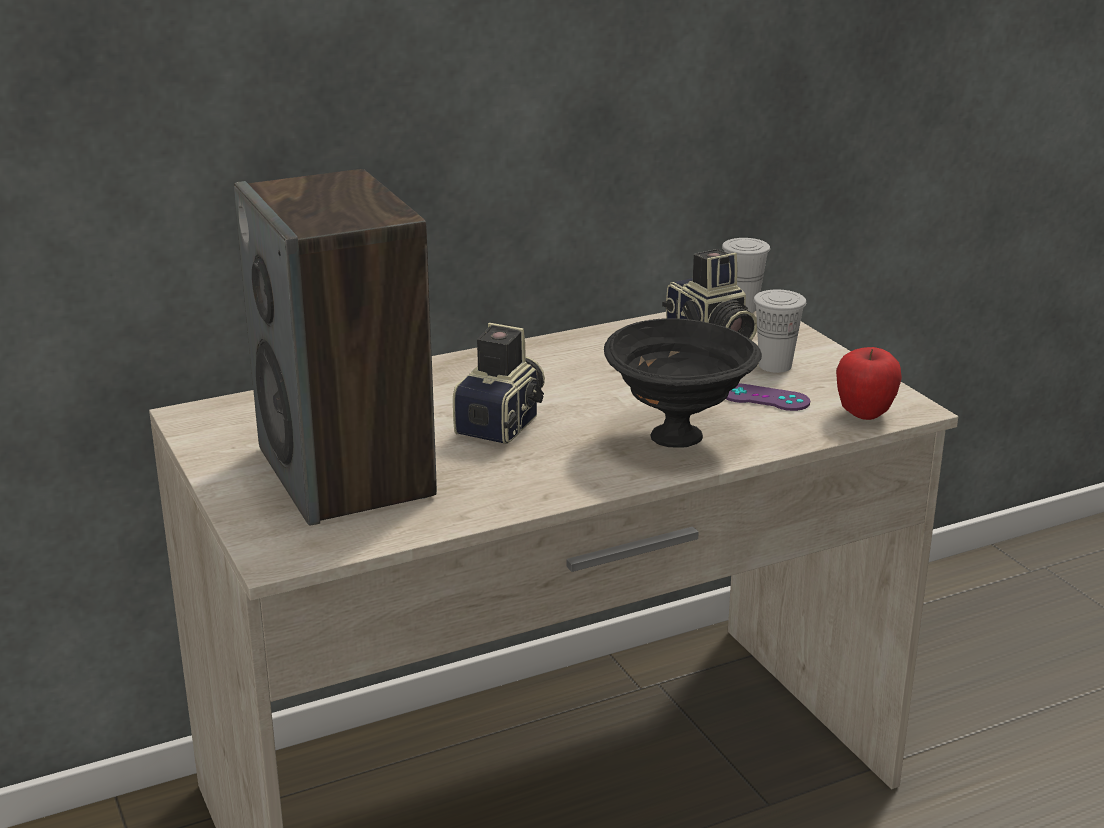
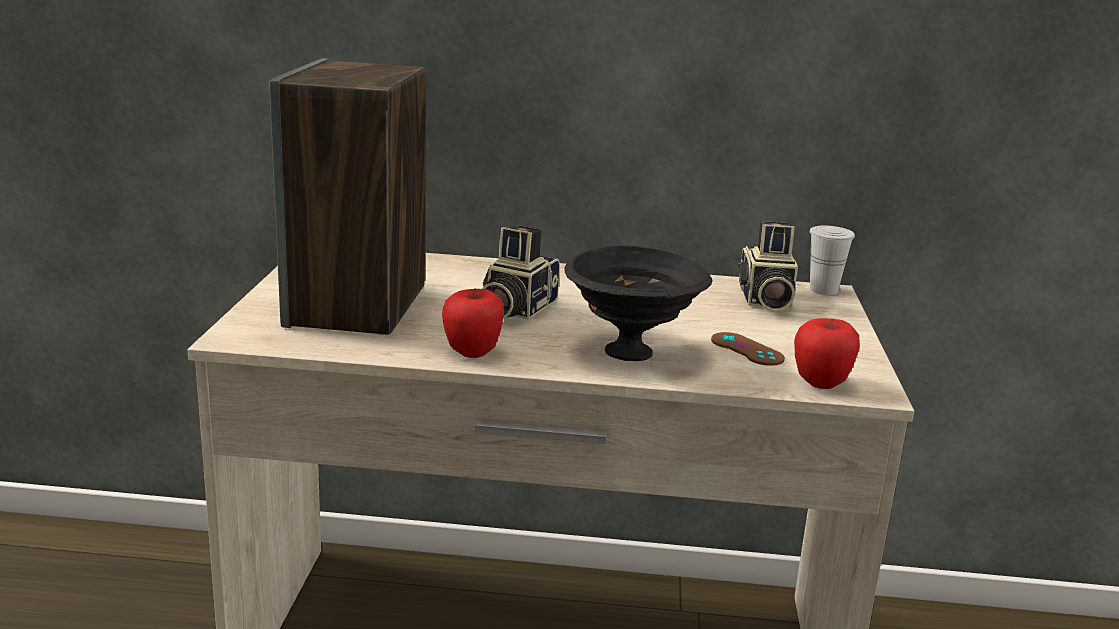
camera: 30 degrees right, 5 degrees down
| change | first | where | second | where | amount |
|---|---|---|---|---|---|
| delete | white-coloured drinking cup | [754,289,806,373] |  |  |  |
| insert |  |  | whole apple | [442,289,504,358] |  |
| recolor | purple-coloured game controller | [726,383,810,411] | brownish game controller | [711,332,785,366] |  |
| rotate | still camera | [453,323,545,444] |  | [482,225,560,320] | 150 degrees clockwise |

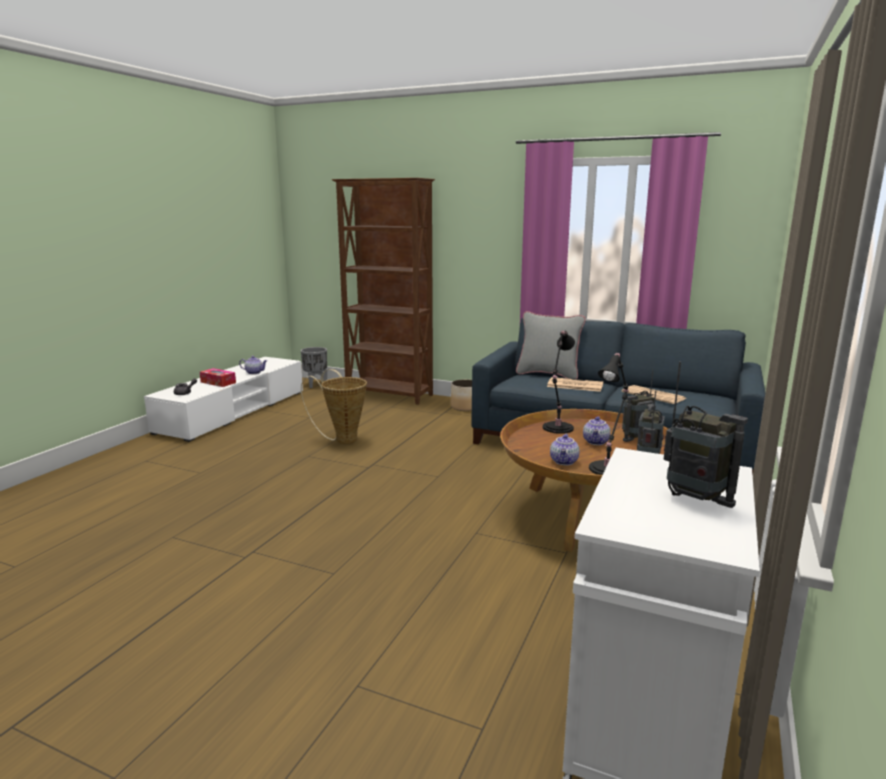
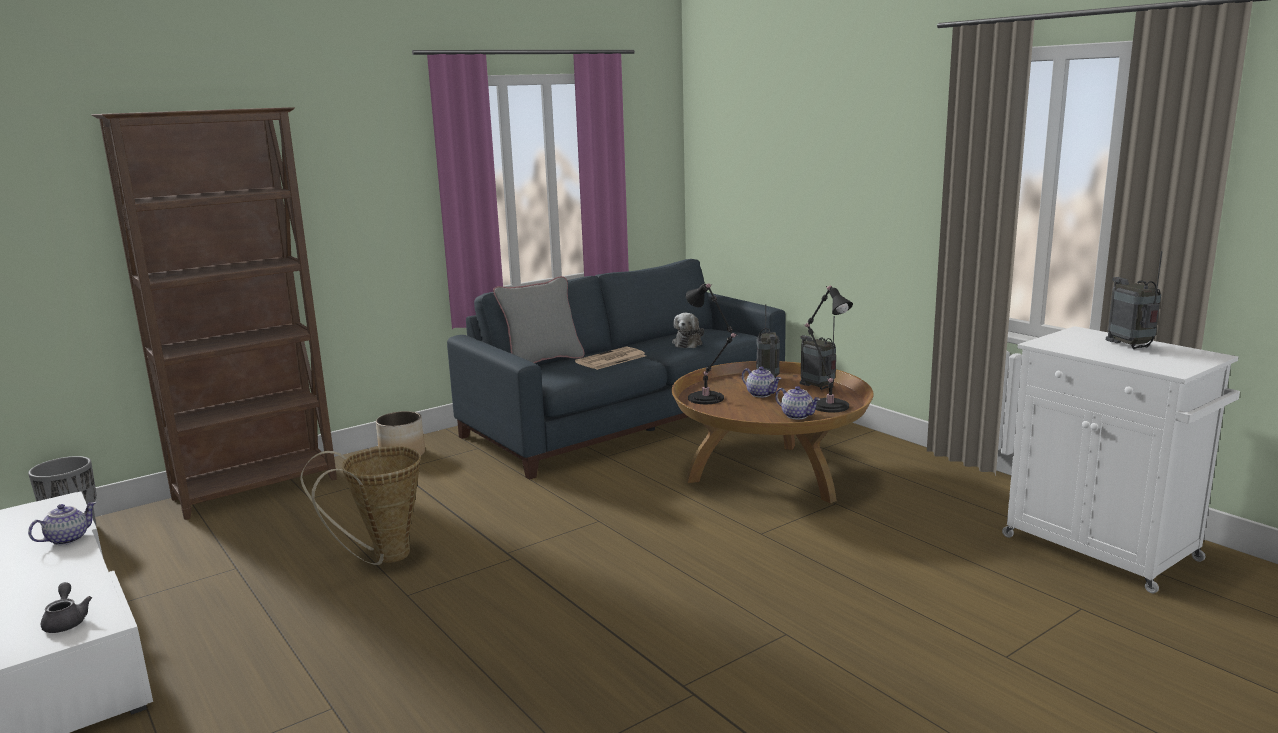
camera: 60 degrees left, 0 degrees up
| change | first | where | second | where | amount |
|---|---|---|---|---|---|
| delete | box of tissues | [200,368,236,387] |  |  |  |
| replace | daily paper | [622,385,686,404] | soft toy | [672,313,704,348] |  |
| rotate | radio receiver | [664,361,748,508] |  | [1106,251,1162,349] | 90 degrees counterclockwise |

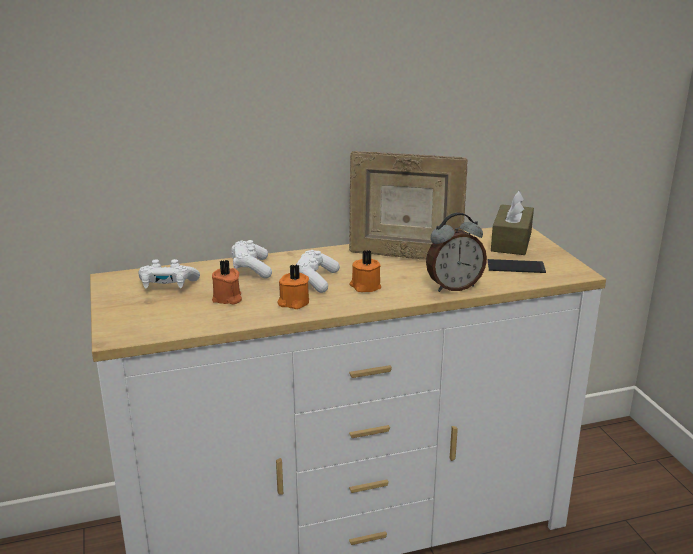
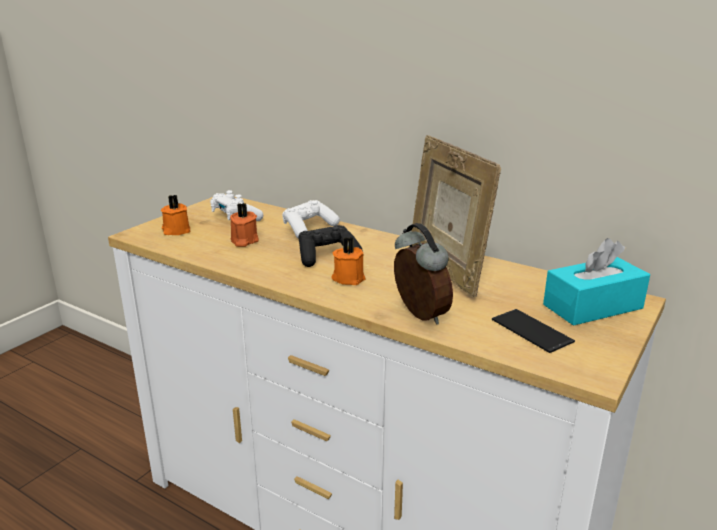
camera: 50 degrees right, 0 degrees up
| change | first | where | second | where | amount |
|---|---|---|---|---|---|
| move | orangey candle | [278,264,309,309] |  | [161,195,190,235] |  |
| recolor | white-coloured game controller | [296,250,340,293] | black-coloured game controller | [298,225,362,267] |  |
| recolor | brownish box of tissues | [491,191,534,255] | turquoise box of tissues | [543,238,650,326] |  |
| rotate | bedside clock | [426,213,487,292] |  | [394,223,453,325] | 150 degrees counterclockwise |

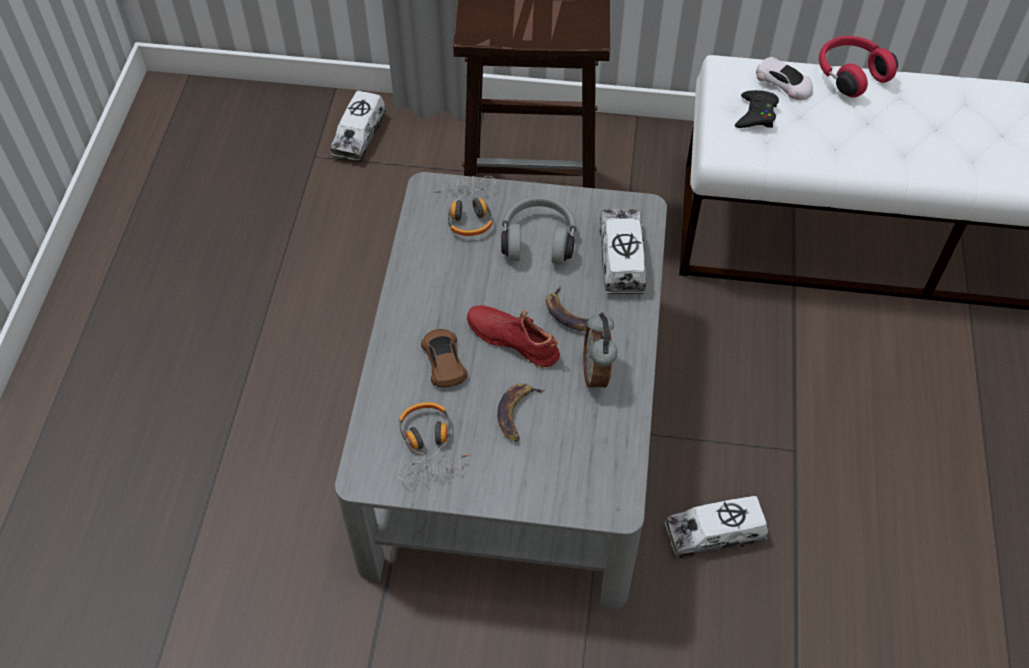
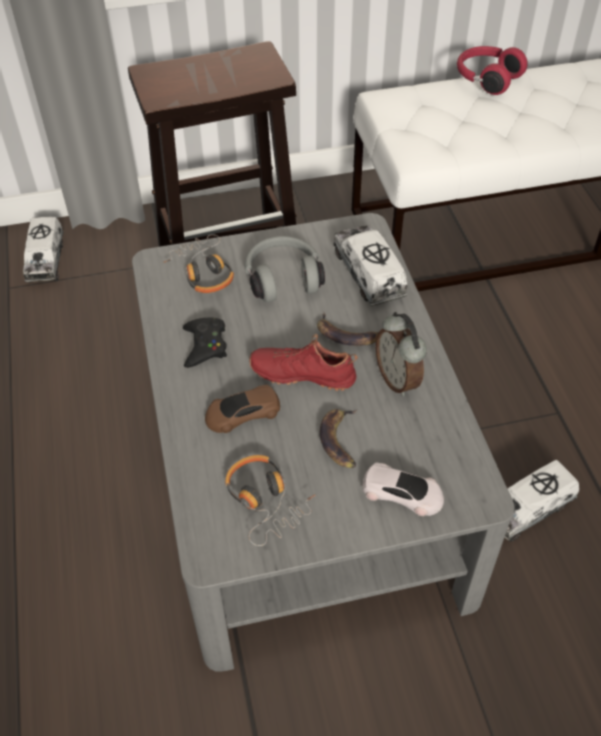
camera: 20 degrees left, 5 degrees down
| change | first | where | second | where | amount |
|---|---|---|---|---|---|
| move | black-coloured game controller | [735,90,779,128] |  | [183,318,227,368] |  |
| move | white-coloured model car | [756,57,813,100] |  | [363,463,444,516] |  |
| rotate | brownish model car | [421,329,468,388] |  | [205,385,280,433] | 75 degrees counterclockwise |

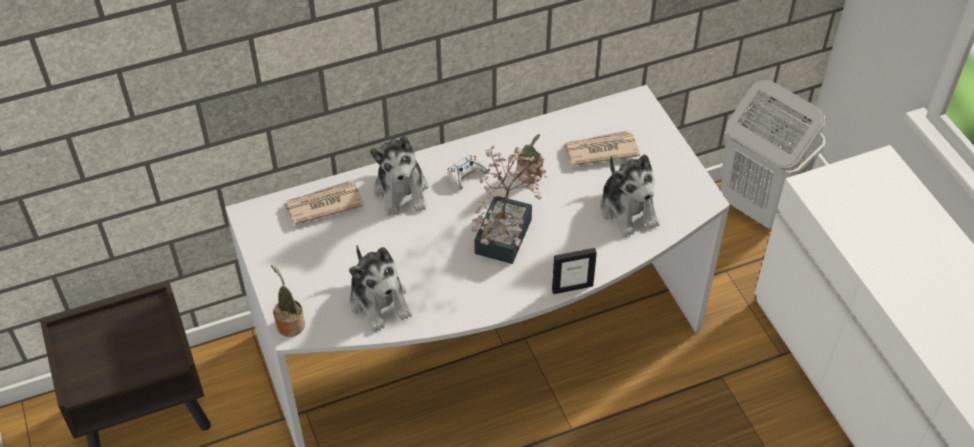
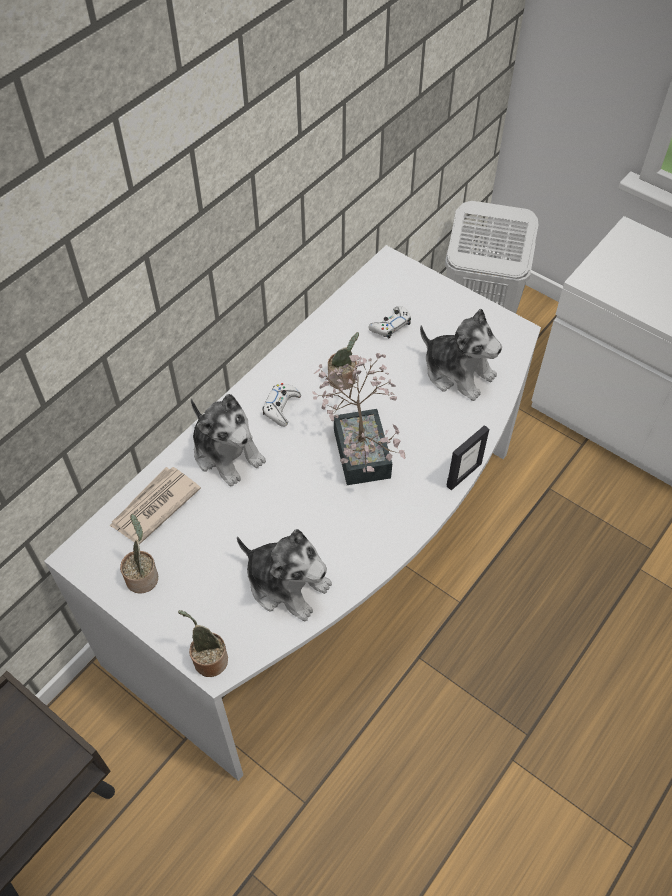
camera: 30 degrees left, 5 degrees up
| change | first | where | second | where | amount |
|---|---|---|---|---|---|
| insert |  |  | plant in a pot | [120,514,158,594] |  |
| replace | daily paper | [563,131,640,166] | white-coloured game controller | [368,306,411,338] |  |

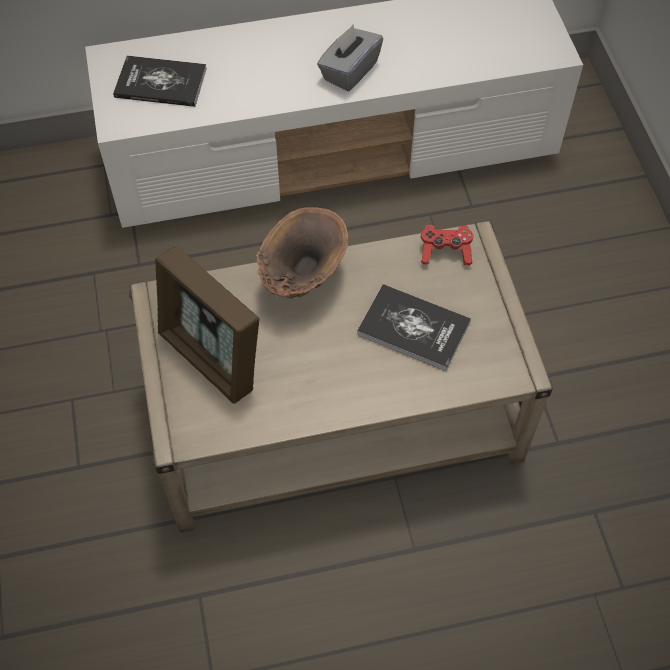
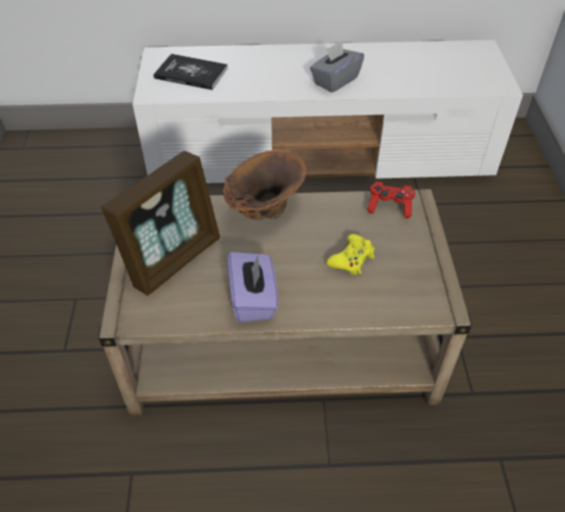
camera: 10 degrees right, 10 degrees down
| change | first | where | second | where | amount |
|---|---|---|---|---|---|
| insert |  |  | purple-coloured box of tissues | [227,252,278,322] |  |
| replace | bound book | [357,284,471,371] | yellowish game controller | [326,234,375,275] |  |
| rotate | standing frame | [155,246,260,404] |  | [102,151,220,296] | 105 degrees counterclockwise |

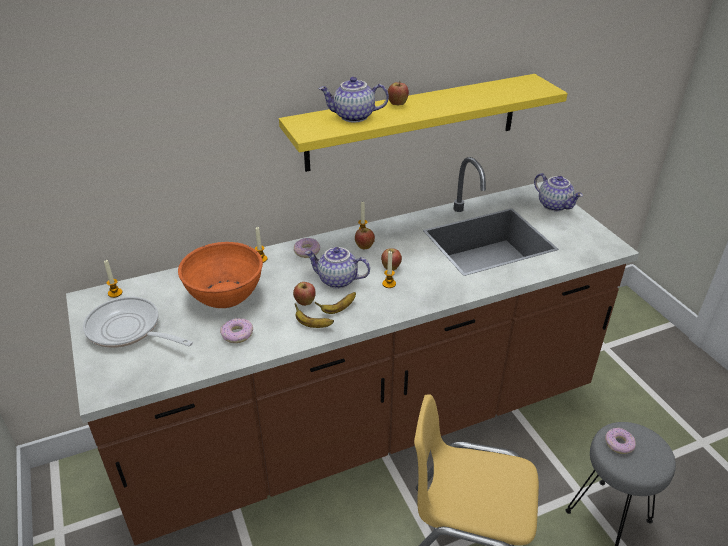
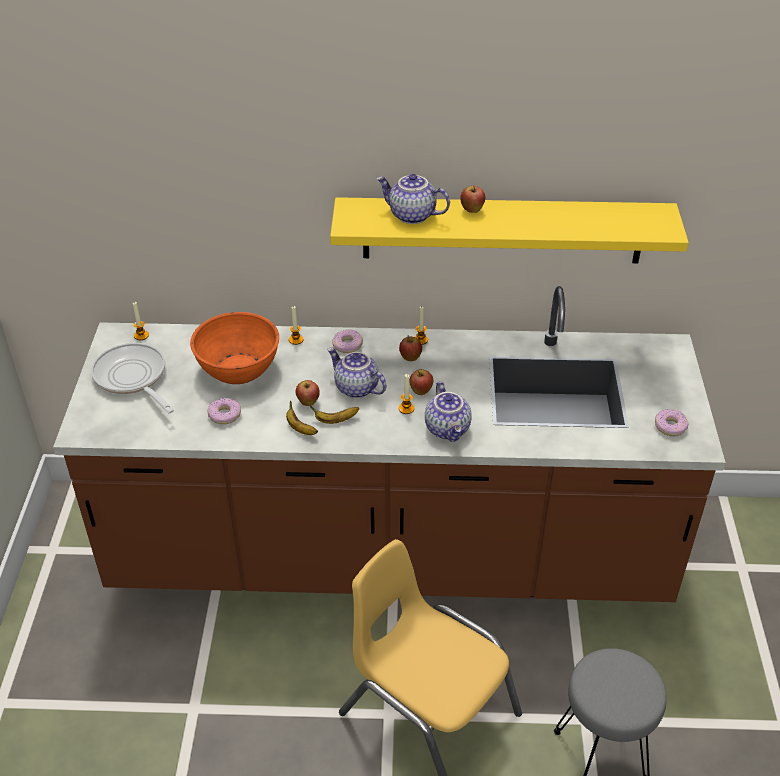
camera: 25 degrees right, 5 degrees up
| change | first | where | second | where | amount |
|---|---|---|---|---|---|
| move | pot for tea | [534,173,583,212] |  | [425,381,472,442] |  |
| move | ring doughnut | [605,428,636,454] |  | [655,409,688,436] |  |

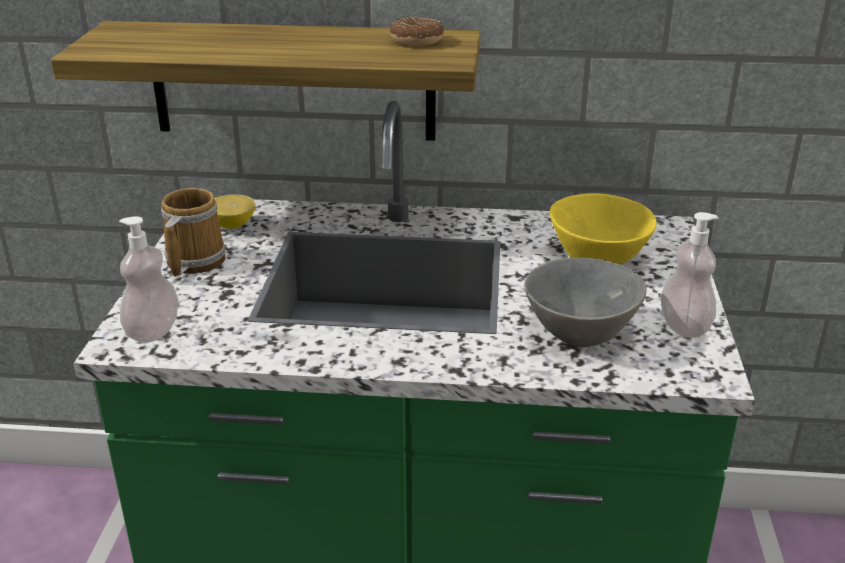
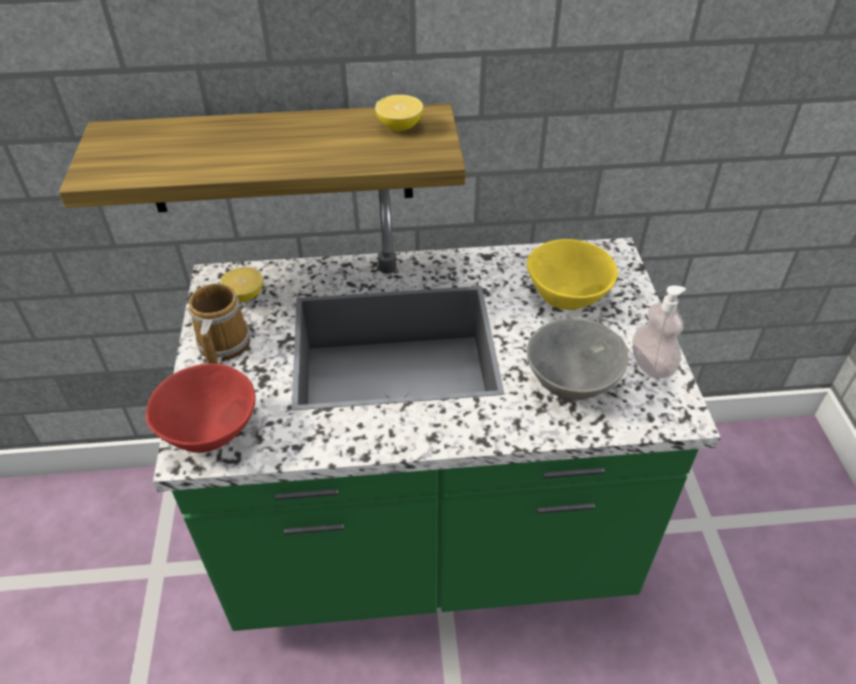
camera: 10 degrees left, 15 degrees up
| change | first | where | second | where | amount |
|---|---|---|---|---|---|
| replace | soap bottle | [119,216,178,343] | red deep dish | [146,363,256,453] |  |
| replace | ring doughnut | [390,17,444,46] | lemon | [375,95,423,131] |  |

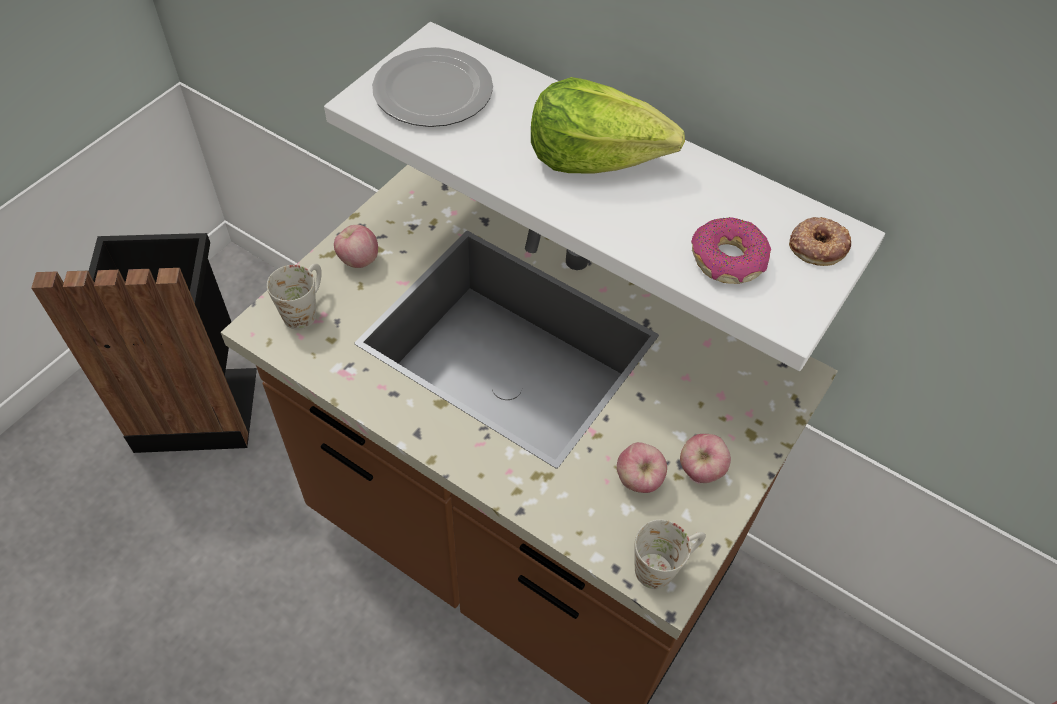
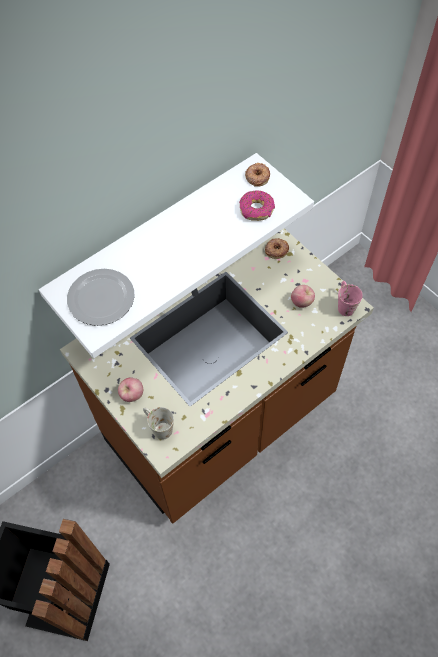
camera: 70 degrees left, 5 degrees up
| change | first | where | second | where | amount |
|---|---|---|---|---|---|
| delete | head of lettuce | [531,77,685,173] |  |  |  |
| delete | whole apple | [680,434,731,483] |  |  |  |
| insert |  |  | ring doughnut | [265,238,289,259] |  |
| recolor | white-coloured tea mug | [634,519,706,589] | pink tea mug | [338,281,363,316] |  |

